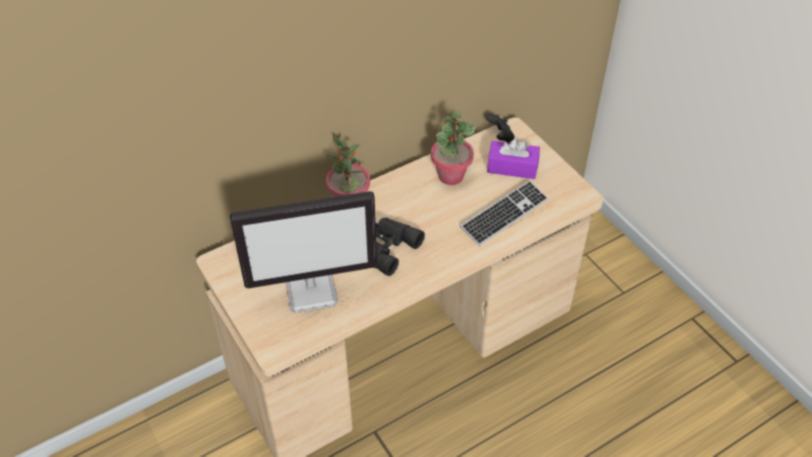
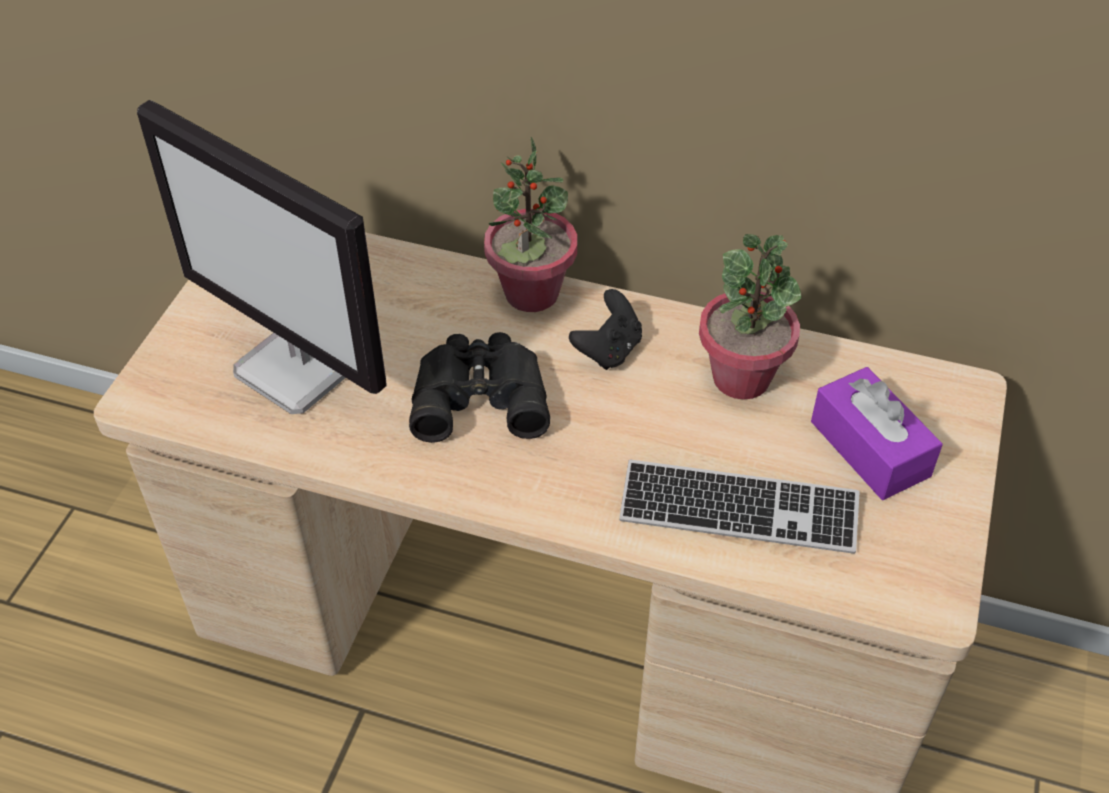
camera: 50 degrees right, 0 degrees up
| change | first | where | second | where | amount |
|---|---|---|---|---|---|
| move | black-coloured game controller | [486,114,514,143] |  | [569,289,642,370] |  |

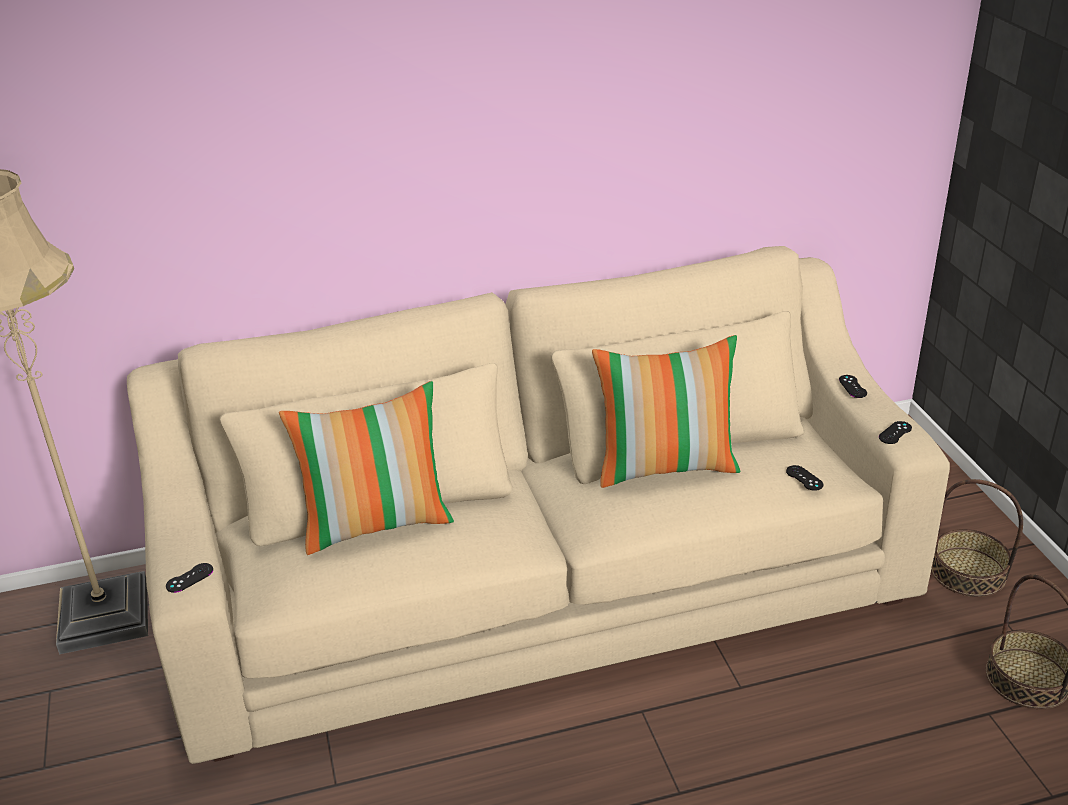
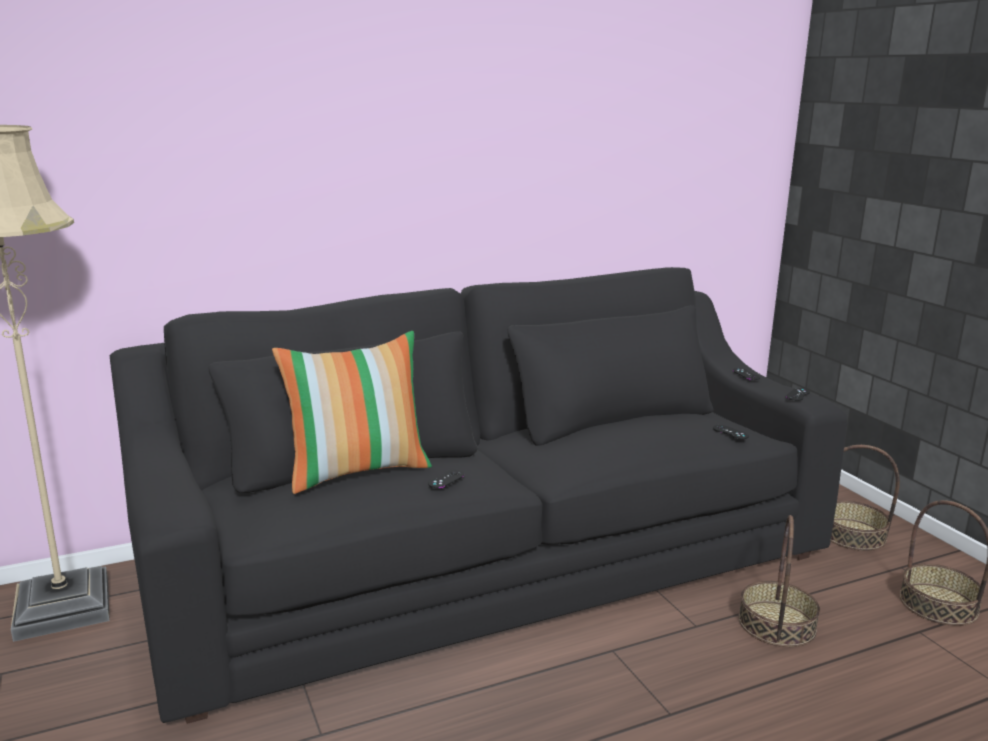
camera: 10 degrees left, 15 degrees down
| change | first | where | second | where | amount |
|---|---|---|---|---|---|
| delete | pillow | [592,335,741,488] |  |  |  |
| insert |  |  | storage basket | [738,515,820,647] |  |
| move | black-coloured game controller | [166,563,213,593] |  | [428,470,464,488] |  |
| recolor | beige-coloured couch | [127,246,950,764] | black-coloured couch | [110,267,847,724] |  |

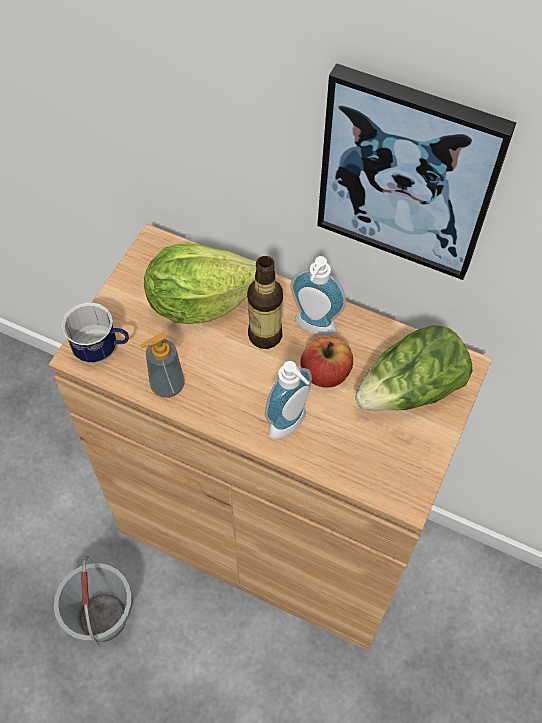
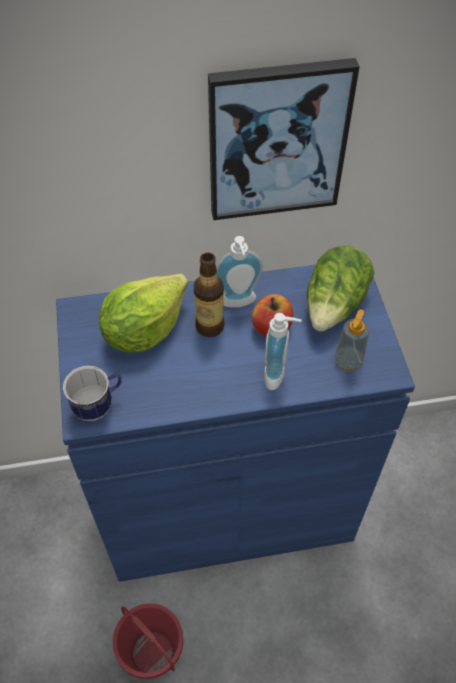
camera: 35 degrees left, 5 degrees down
| change | first | where | second | where | amount |
|---|---|---|---|---|---|
| move | soap bottle | [140,332,185,398] |  | [334,309,369,371] |  |
| recolor | brownish storage cabinet | [49,224,492,651] | blue-coloured storage cabinet | [56,265,415,582] |  |
| recolor | gray pail | [54,555,133,646] | red pail | [113,603,184,679] |  |

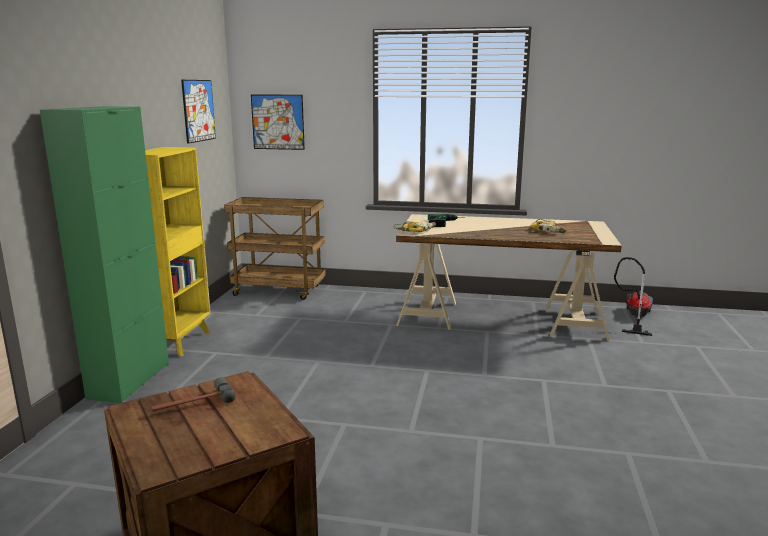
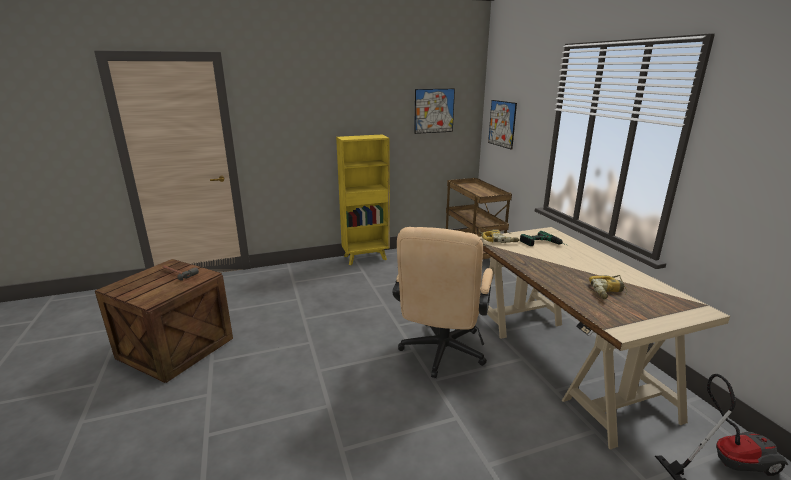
camera: 60 degrees right, 5 degrees up
| change | first | where | second | where | amount |
|---|---|---|---|---|---|
| delete | green-coloured storage cabinet | [40,106,169,403] |  |  |  |
| insert |  |  | beige-coloured desk chair | [392,227,493,378] |  |

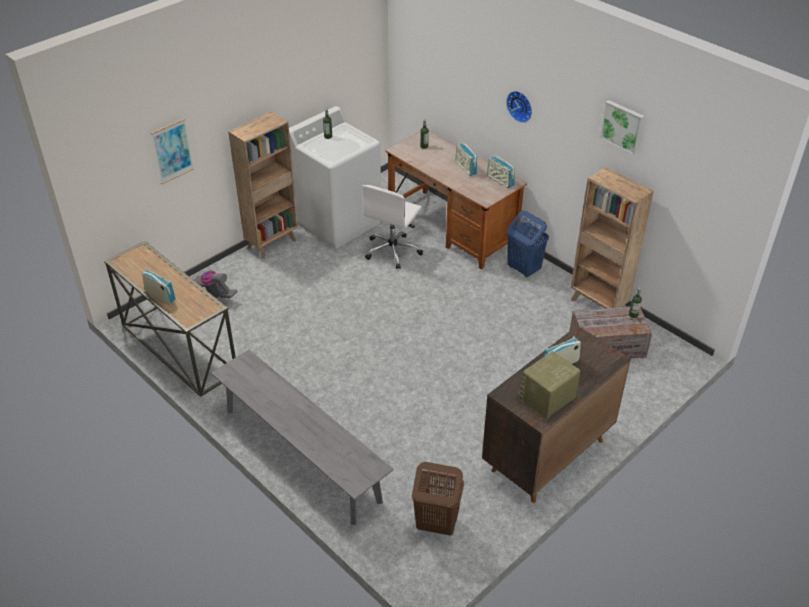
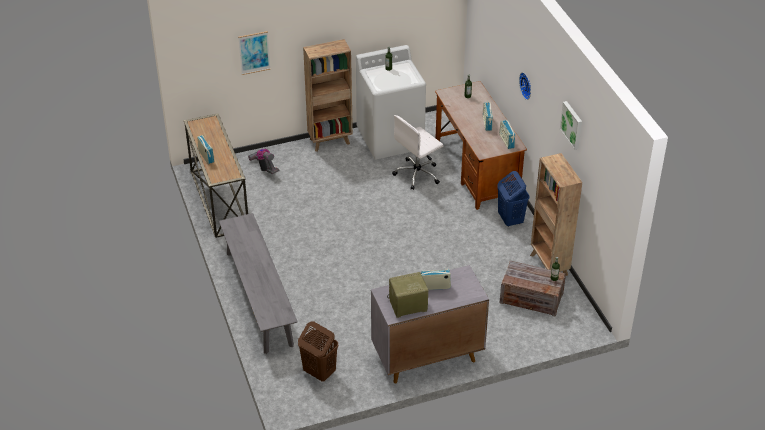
camera: 25 degrees right, 0 degrees up
| change | first | where | second | where | amount |
|---|---|---|---|---|---|
| recolor | brownish storage cabinet | [482,326,631,503] | gray storage cabinet | [371,265,489,383] |  |

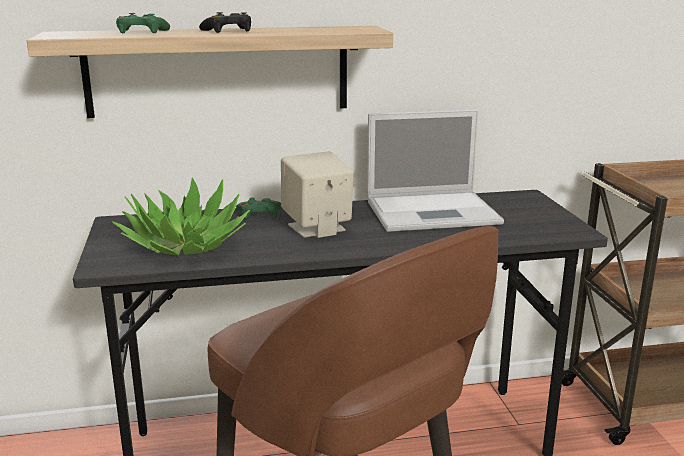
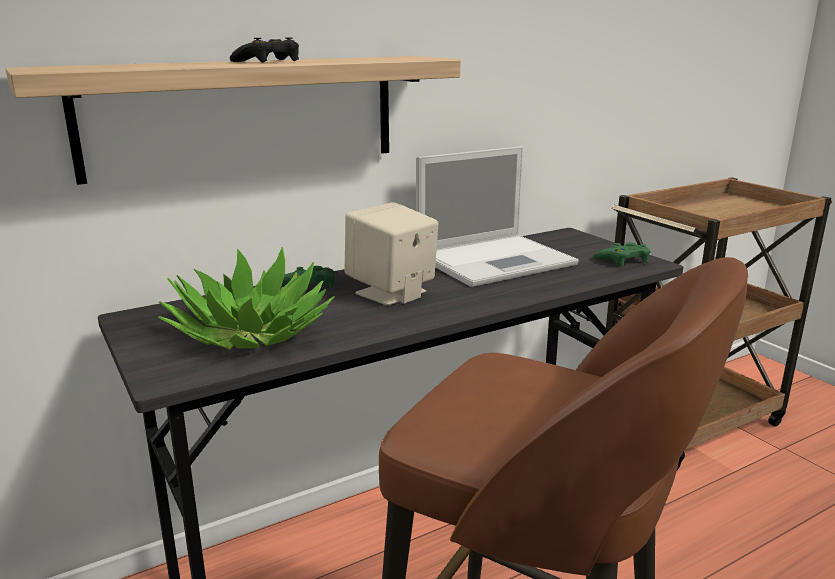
camera: 20 degrees left, 0 degrees up
| change | first | where | second | where | amount |
|---|---|---|---|---|---|
| move | green-coloured game controller | [116,13,170,33] |  | [593,242,650,266] |  |

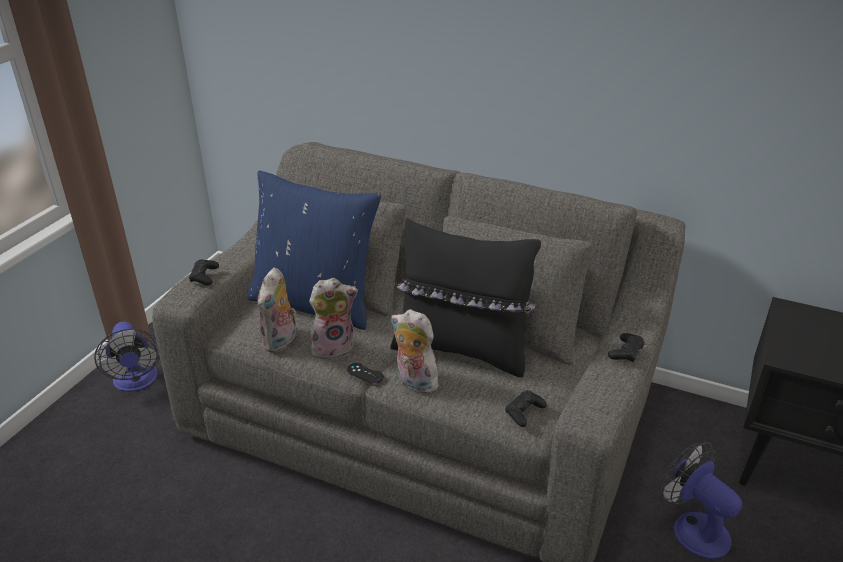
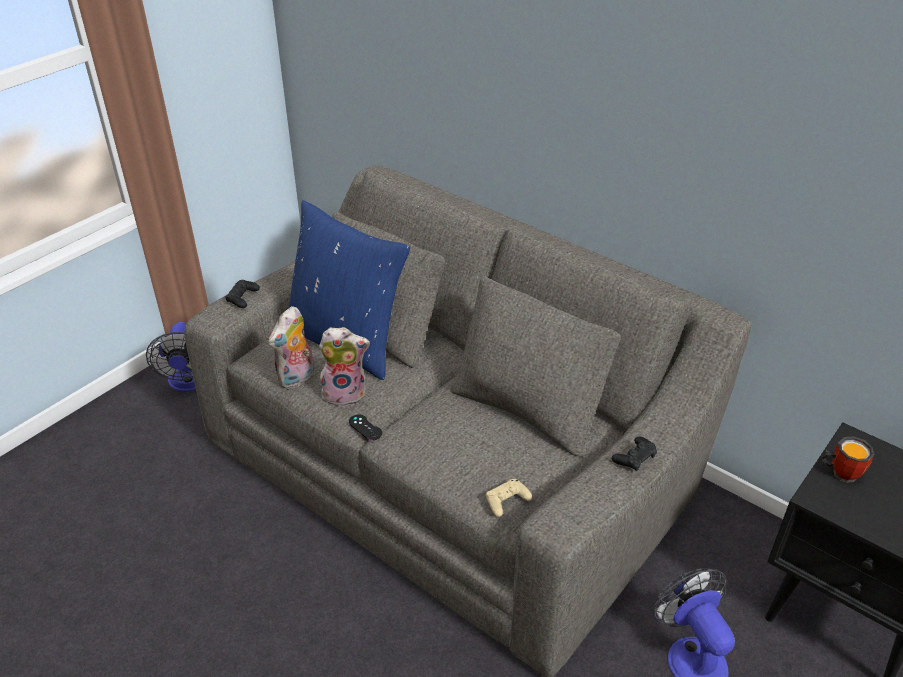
camera: 15 degrees right, 5 degrees up
| change | first | where | second | where | amount |
|---|---|---|---|---|---|
| delete | black-coloured pillow | [391,218,541,377] |  |  |  |
| delete | soft toy | [391,309,444,394] |  |  |  |
| insert |  |  | tea mug | [821,436,874,483] |  |
| recolor | black-coloured game controller | [505,390,547,427] | beige-coloured game controller | [486,479,532,517] |  |

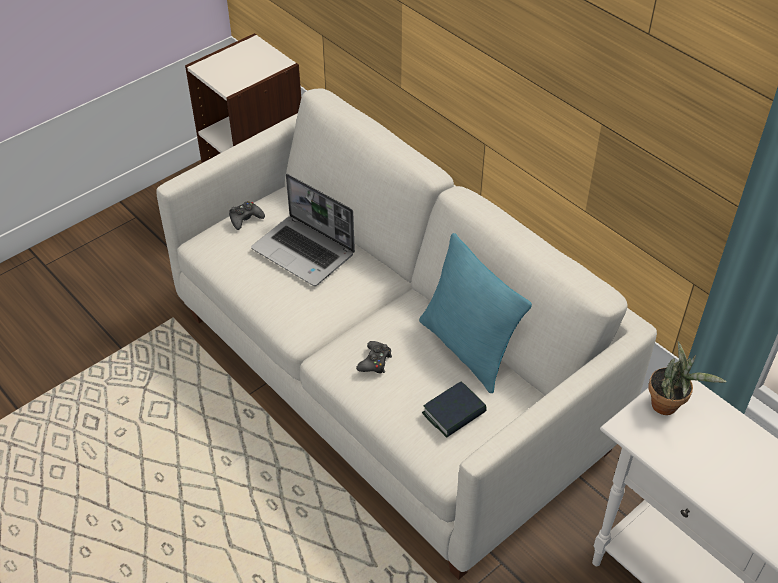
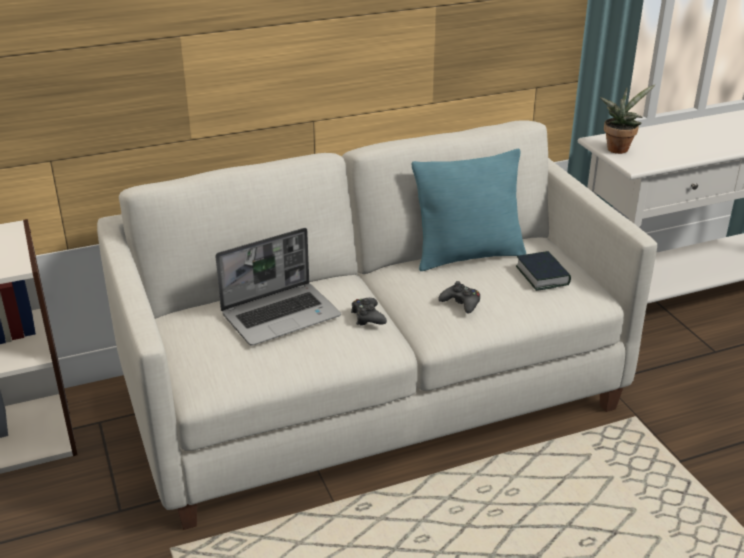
camera: 70 degrees left, 15 degrees down
| change | first | where | second | where | amount |
|---|---|---|---|---|---|
| move | black-coloured game controller | [229,201,265,230] |  | [351,298,387,326] |  |

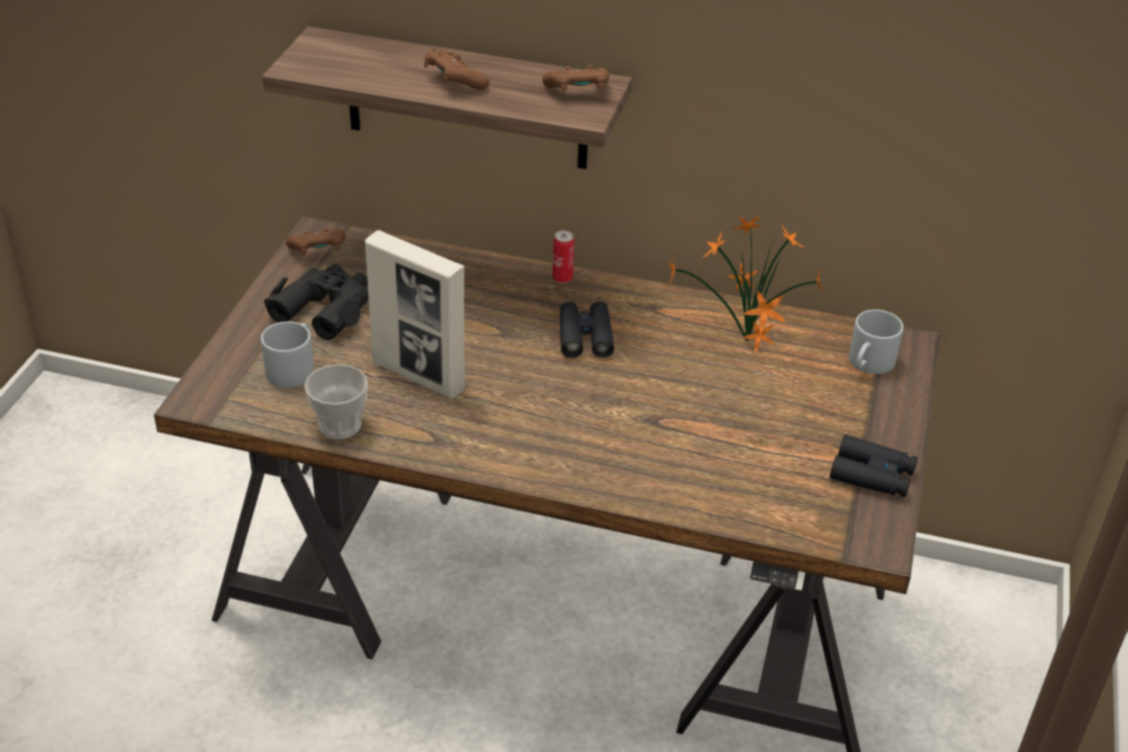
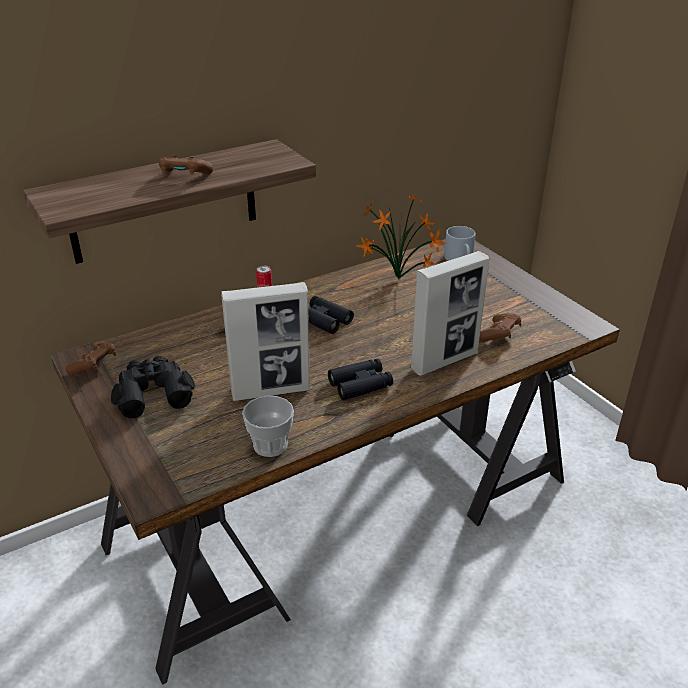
camera: 45 degrees left, 5 degrees down
| change | first | where | second | where | amount |
|---|---|---|---|---|---|
| delete | gray tea mug | [261,321,314,388] |  |  |  |
| insert |  |  | standing frame | [411,251,490,376] |  |
| move | brownish game controller | [542,65,609,92] |  | [479,313,521,342] |  |
| move | black-coloured field glasses | [830,435,917,497] |  | [328,359,393,400] |  |

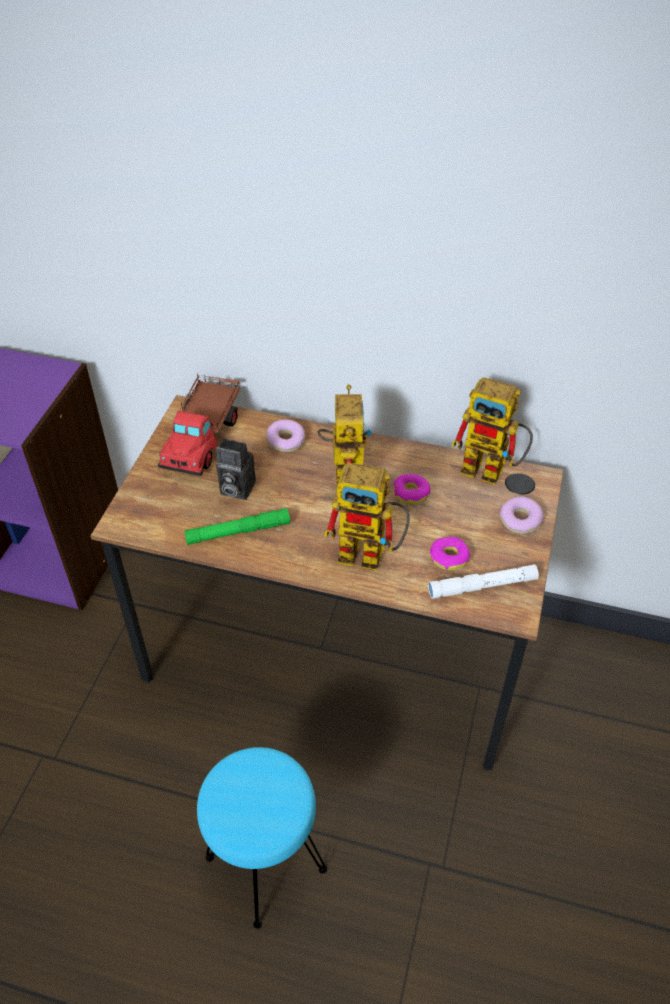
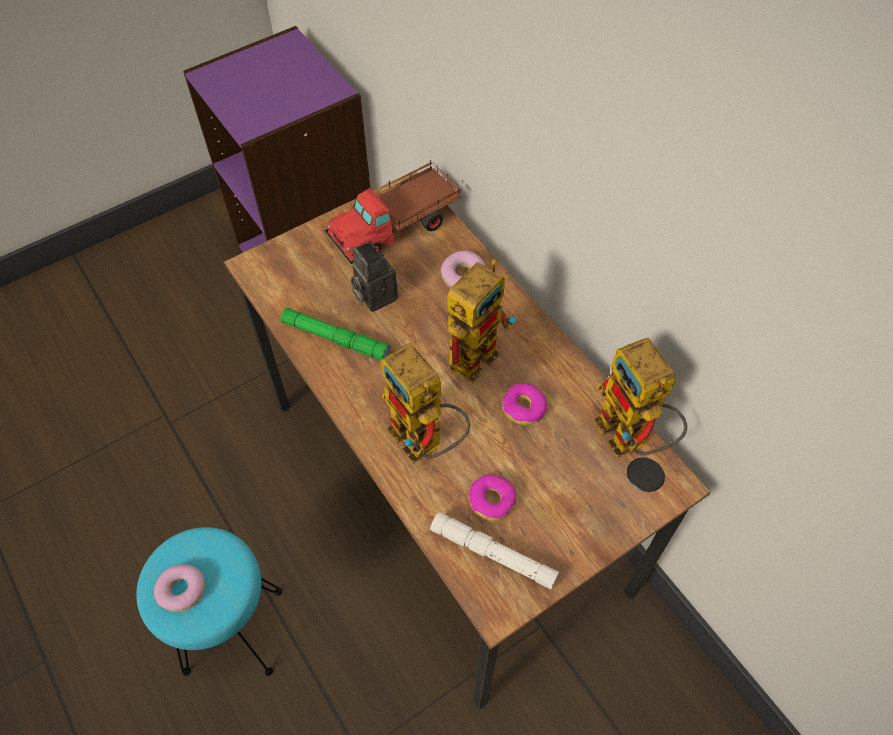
camera: 40 degrees right, 10 degrees up
| change | first | where | second | where | amount |
|---|---|---|---|---|---|
| move | ring doughnut | [500,497,544,534] |  | [154,564,205,612] |  |

